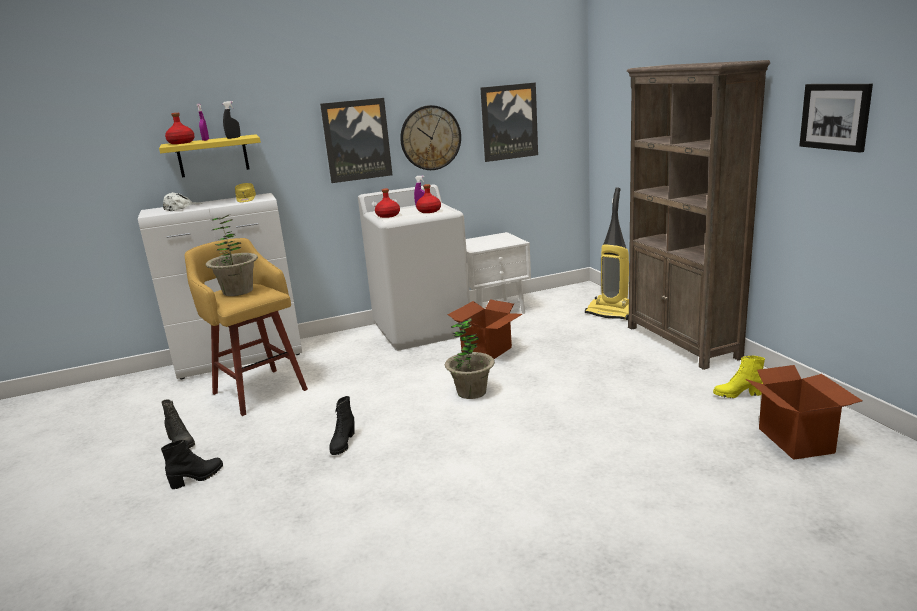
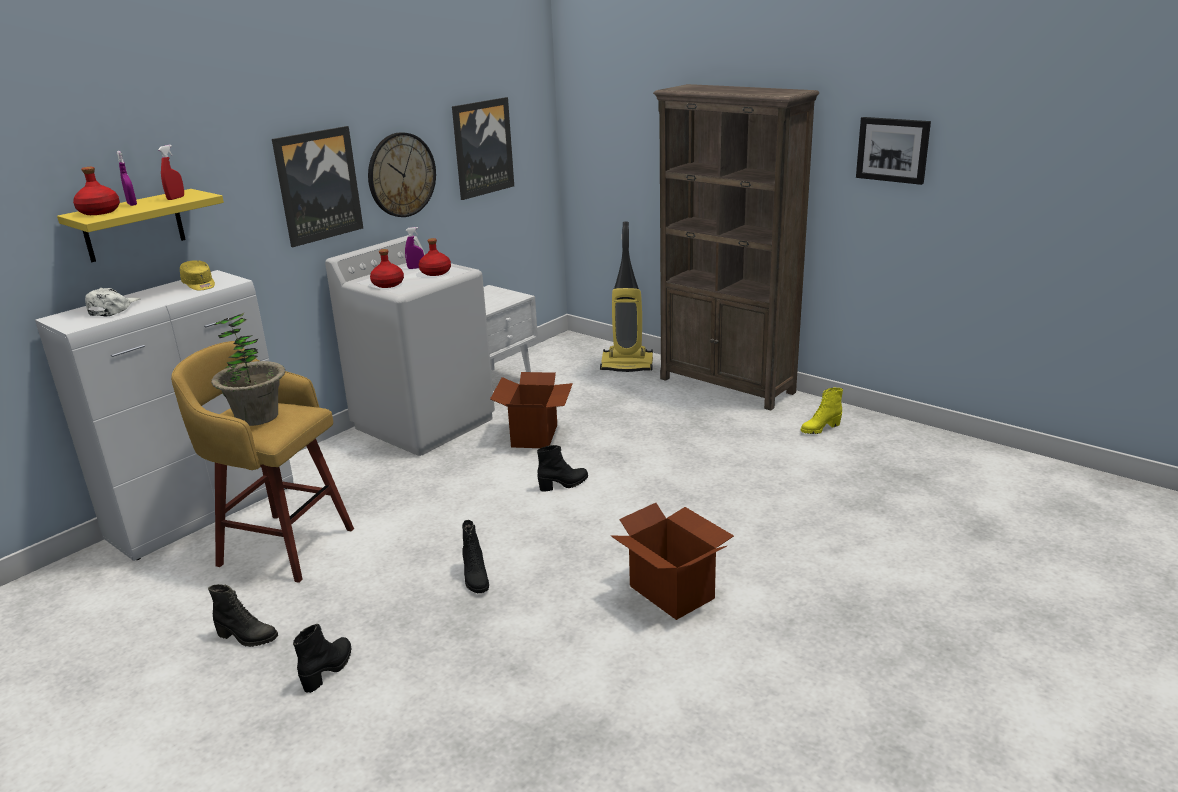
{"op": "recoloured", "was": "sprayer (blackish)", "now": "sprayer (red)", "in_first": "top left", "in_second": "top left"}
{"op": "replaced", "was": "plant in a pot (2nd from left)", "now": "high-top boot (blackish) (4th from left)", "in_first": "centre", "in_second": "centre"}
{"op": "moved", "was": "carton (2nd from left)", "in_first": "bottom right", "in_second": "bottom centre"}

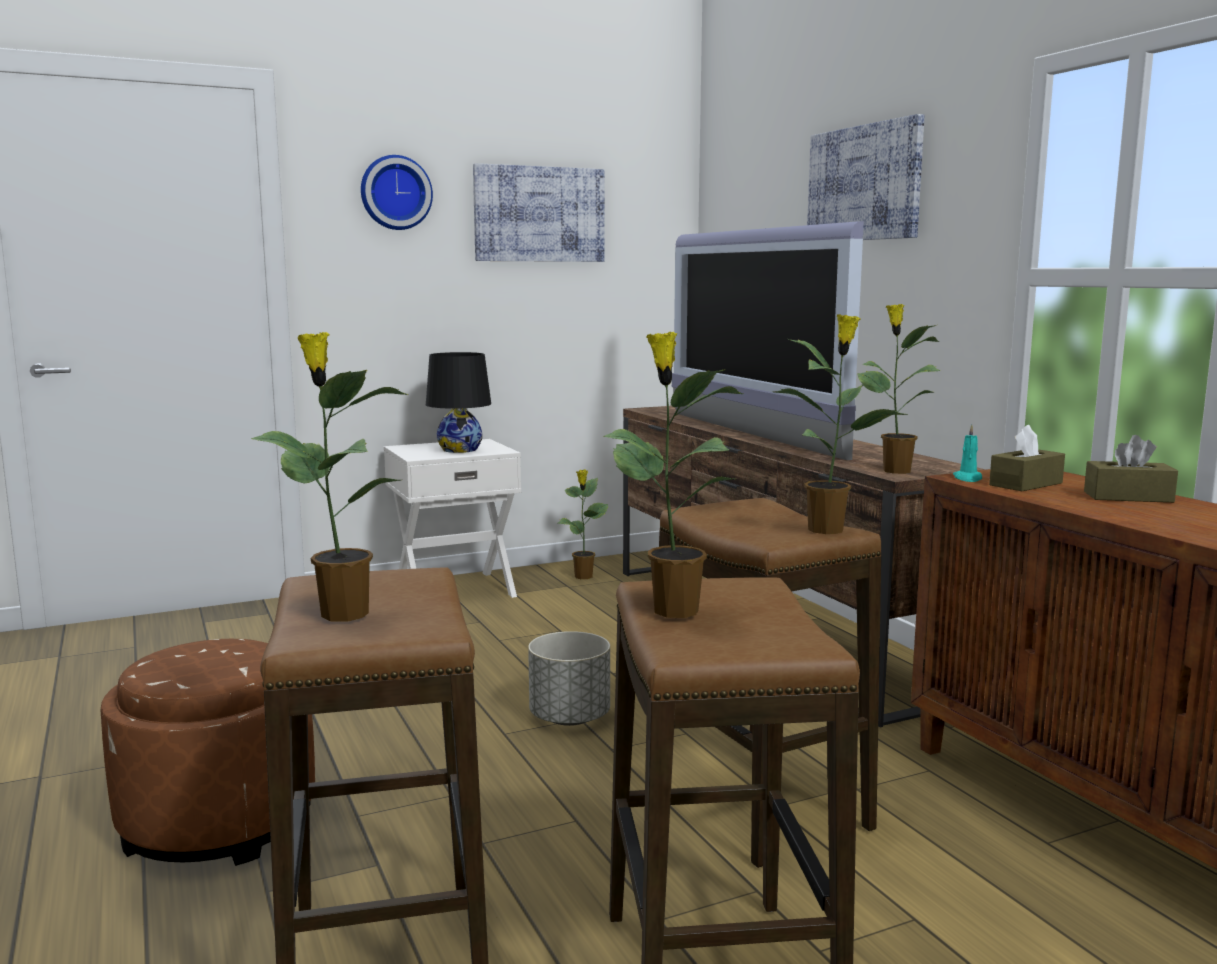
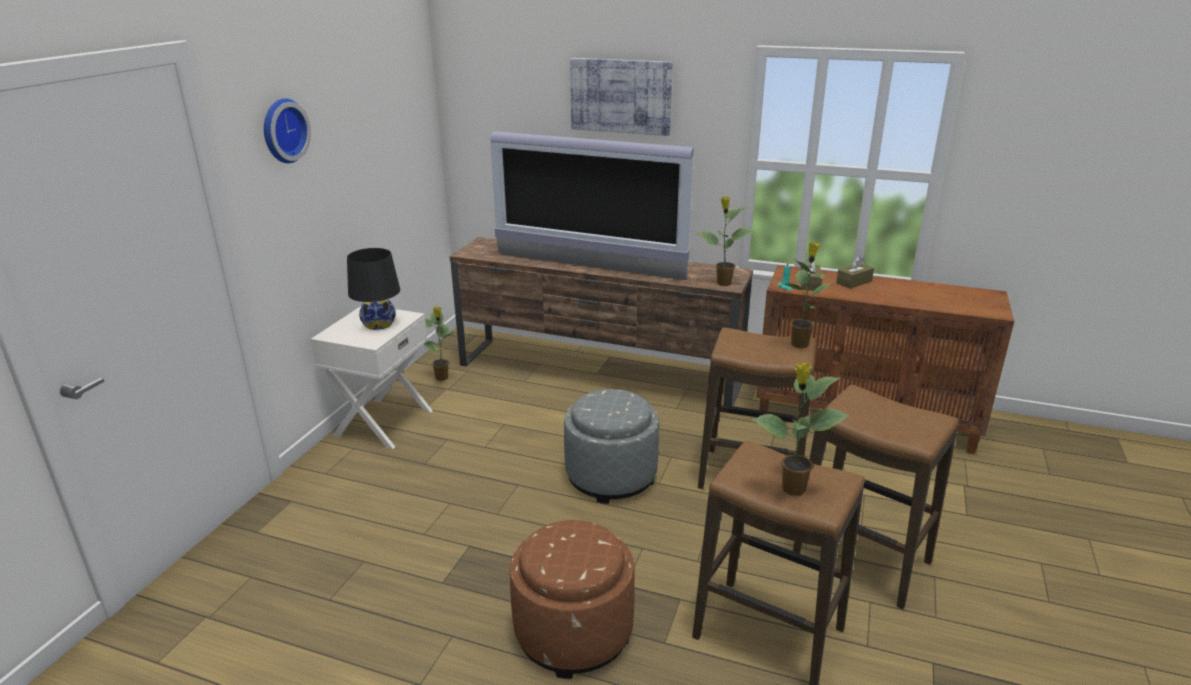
{"op": "removed", "was": "wall art (1st from left)", "in_first": "top centre"}
{"op": "replaced", "was": "flower pot (gray)", "now": "pouffe (gray)", "in_first": "bottom centre", "in_second": "centre"}
{"op": "removed", "was": "plant in a pot (3rd from left)", "in_first": "centre"}

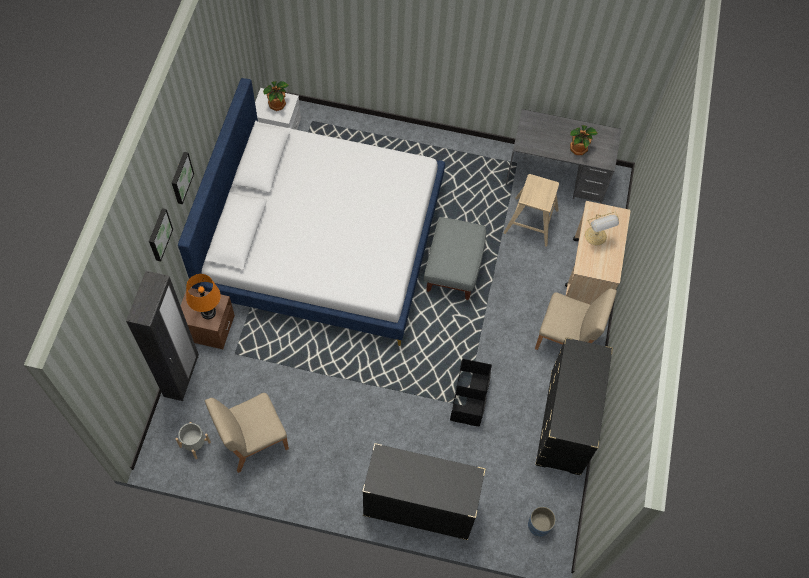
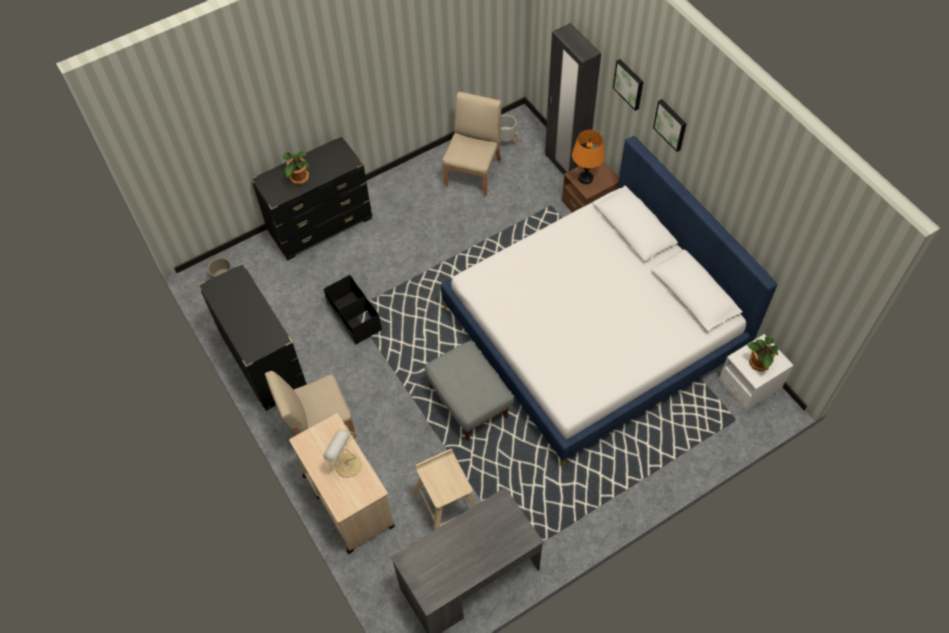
{"op": "moved", "was": "plant in a pot (2nd from left in the first image)", "now": "plant in a pot (1st from left)", "in_first": "top right", "in_second": "top left"}

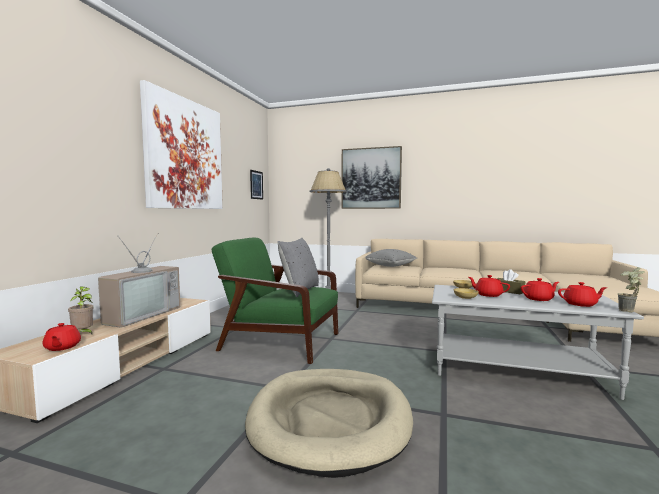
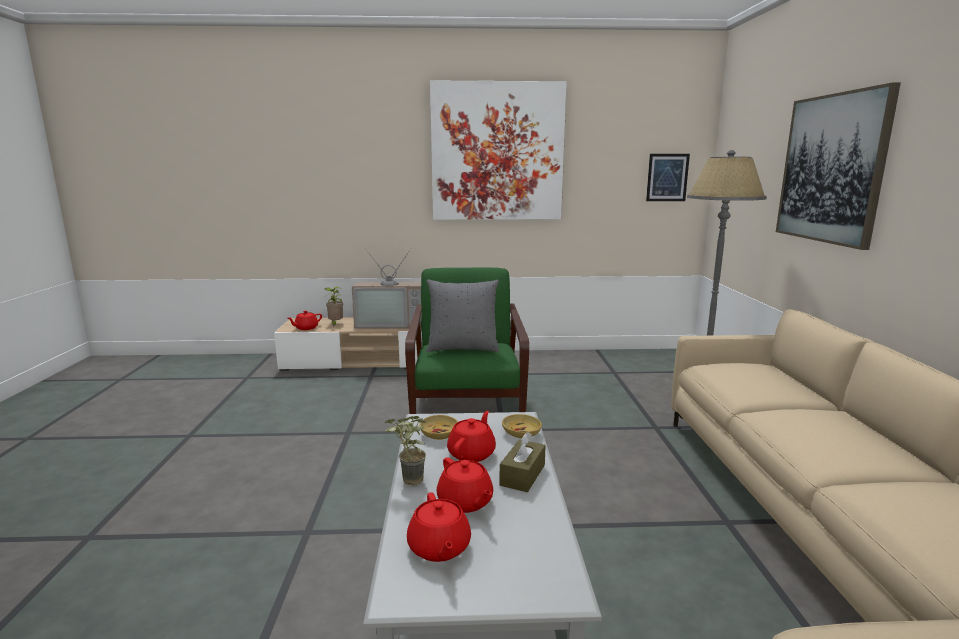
{"op": "removed", "was": "dog bed (beige)", "in_first": "bottom centre"}
{"op": "removed", "was": "cushion (gray) (2nd from left)", "in_first": "centre"}
{"op": "moved", "was": "plant in a pot (2nd from left)", "in_first": "middle right", "in_second": "bottom centre"}

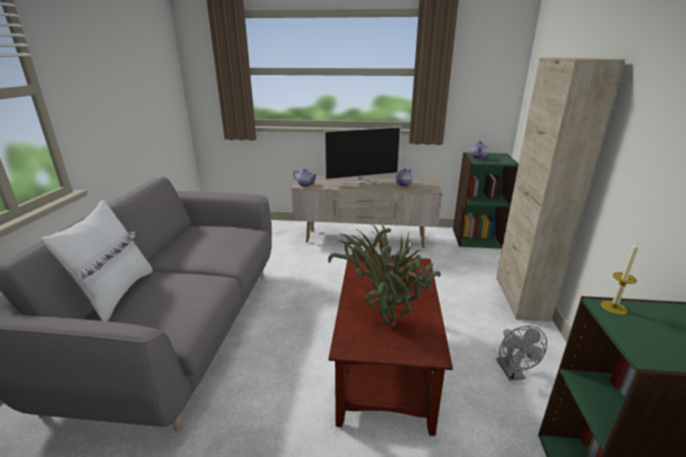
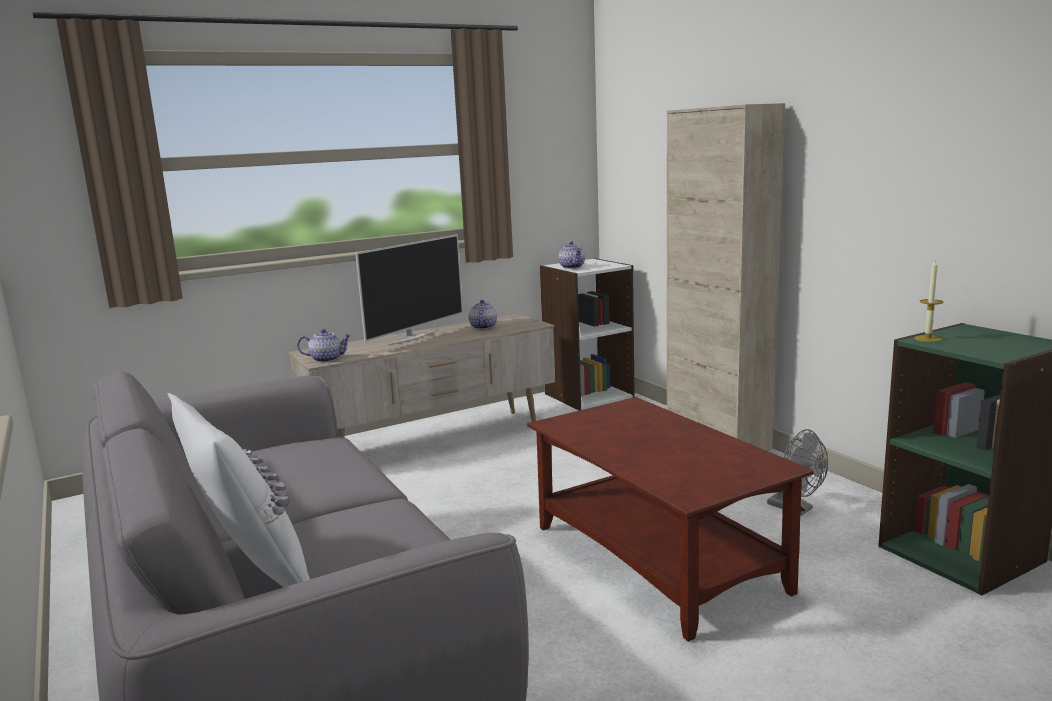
{"op": "removed", "was": "plant in a pot", "in_first": "centre"}
{"op": "recoloured", "was": "bookshelf (green-coloured) (1st from left)", "now": "bookshelf (white-coloured)", "in_first": "middle right", "in_second": "centre"}

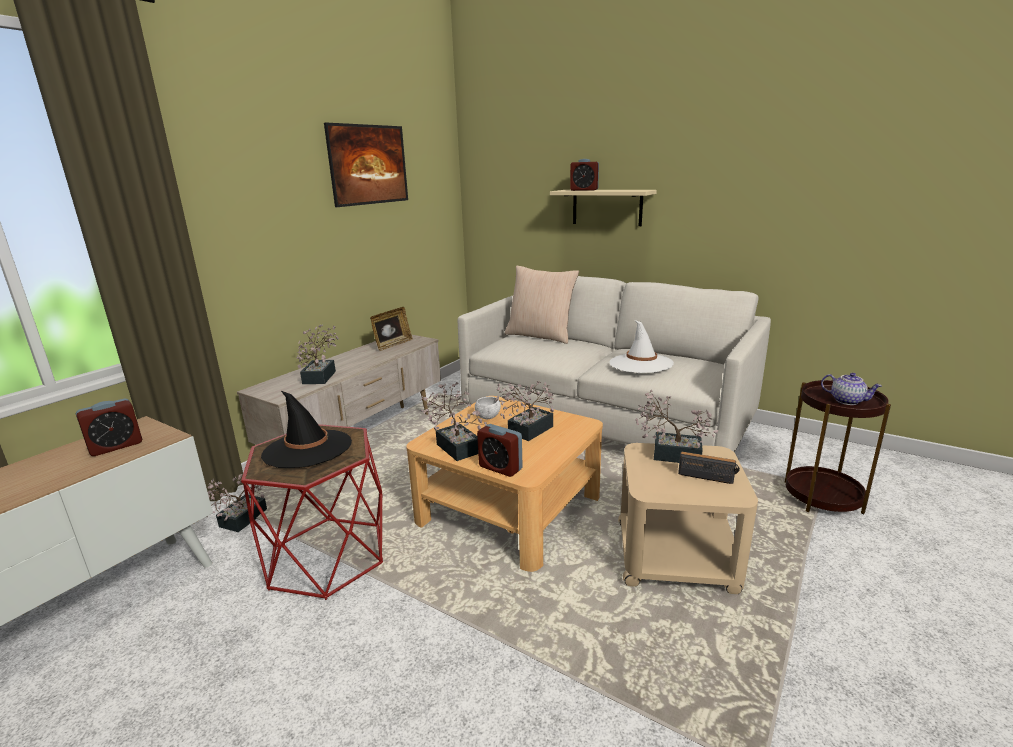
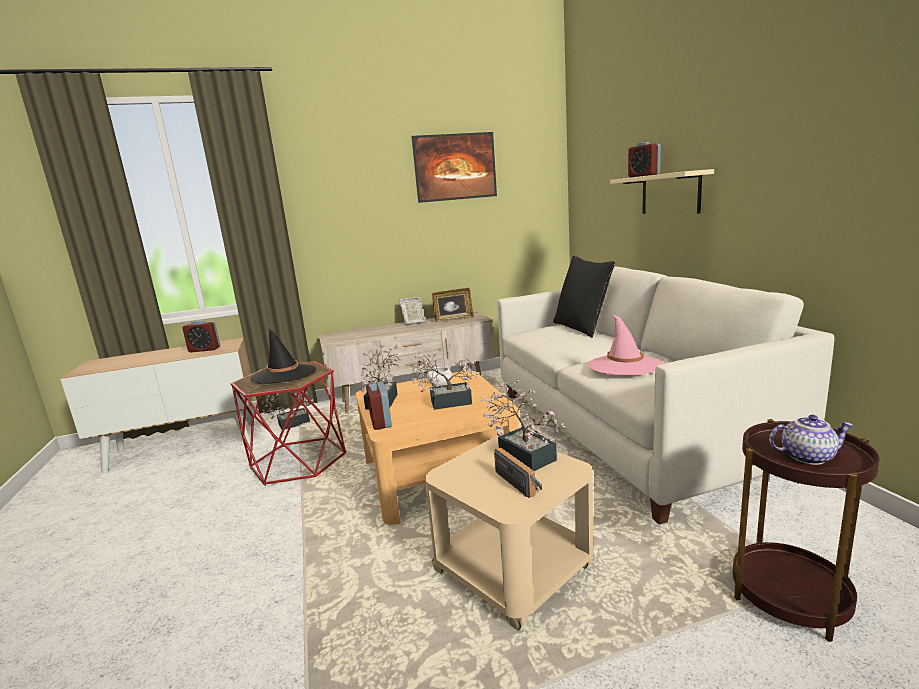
{"op": "removed", "was": "plant in a pot (2nd from left)", "in_first": "middle left"}
{"op": "recoloured", "was": "cushion (beige)", "now": "cushion (blackish)", "in_first": "centre", "in_second": "centre"}
{"op": "recoloured", "was": "wearable hat (white-coloured)", "now": "wearable hat (pink)", "in_first": "centre", "in_second": "middle right"}
{"op": "turned", "was": "teapot", "in_first": "middle right", "in_second": "middle right", "clockwise": -75}
{"op": "added", "now": "standing frame (1st from left)", "in_second": "centre"}

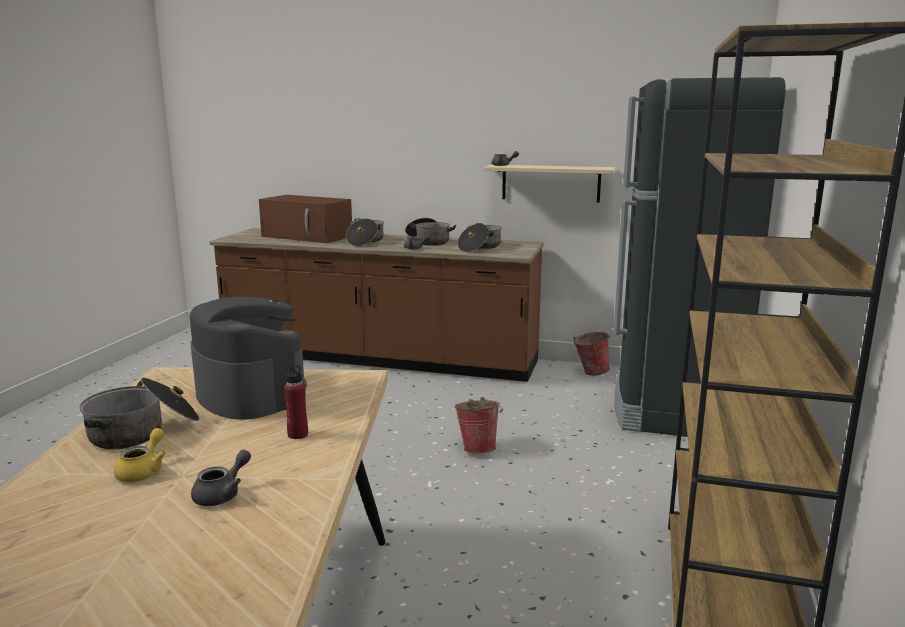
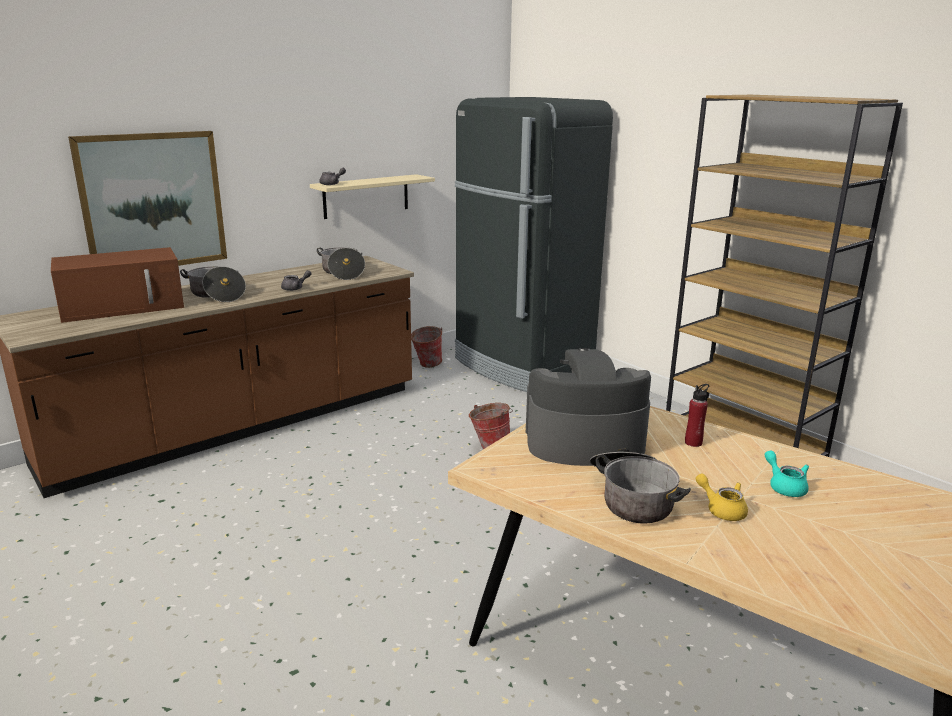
{"op": "recoloured", "was": "teapot (gray) (1st from left)", "now": "teapot (turquoise)", "in_first": "bottom left", "in_second": "middle right"}
{"op": "removed", "was": "cooking pot (3rd from left)", "in_first": "centre"}
{"op": "added", "now": "wall art", "in_second": "top left"}

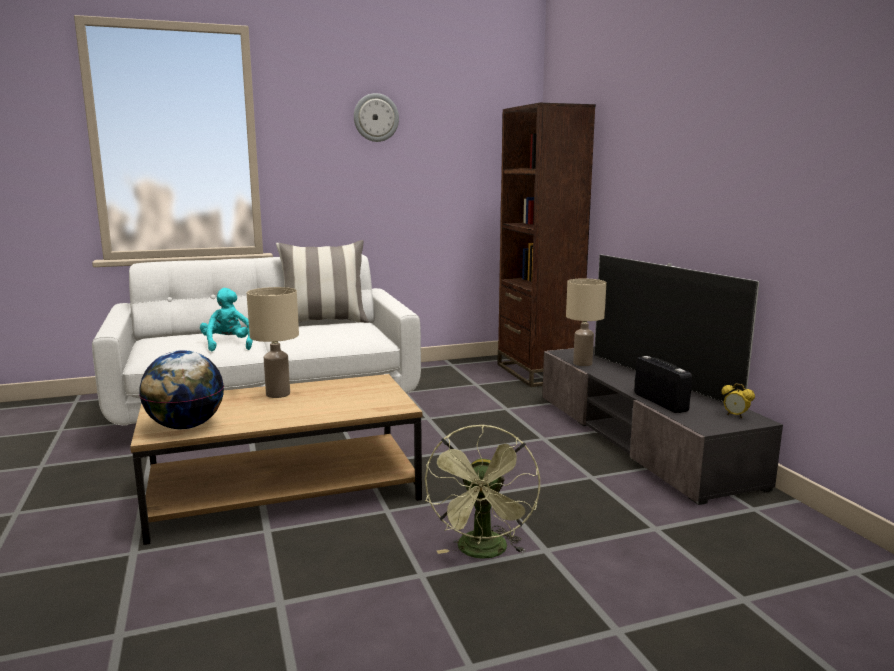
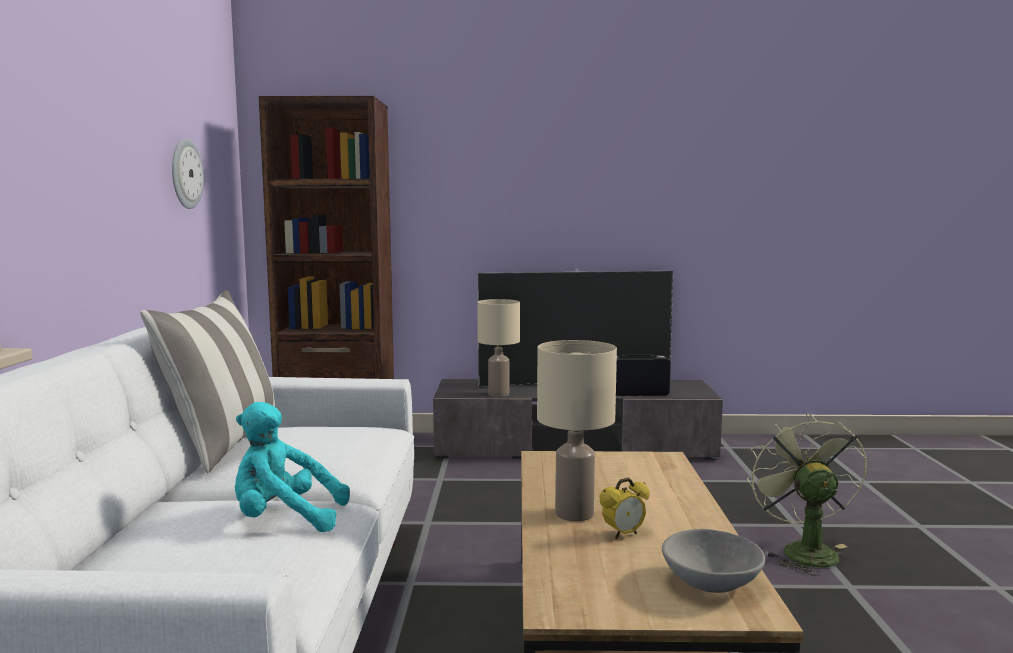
{"op": "replaced", "was": "globe", "now": "bowl (gray)", "in_first": "middle left", "in_second": "bottom right"}
{"op": "moved", "was": "wall clock", "in_first": "top centre", "in_second": "top left"}
{"op": "turned", "was": "fan (green-coloured)", "in_first": "bottom centre", "in_second": "bottom right", "clockwise": -120}
{"op": "moved", "was": "table clock", "in_first": "middle right", "in_second": "bottom centre"}

